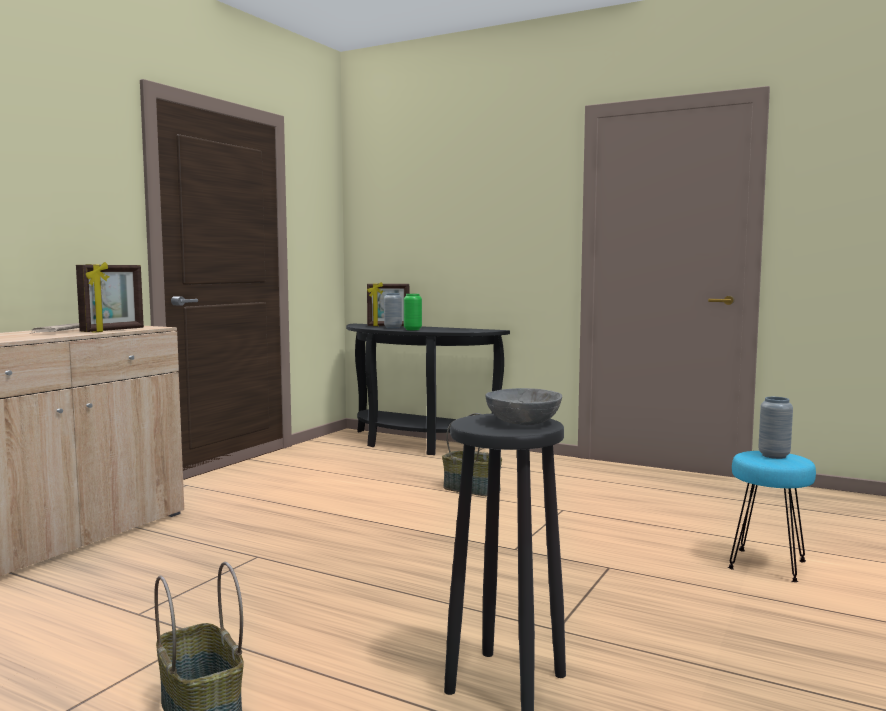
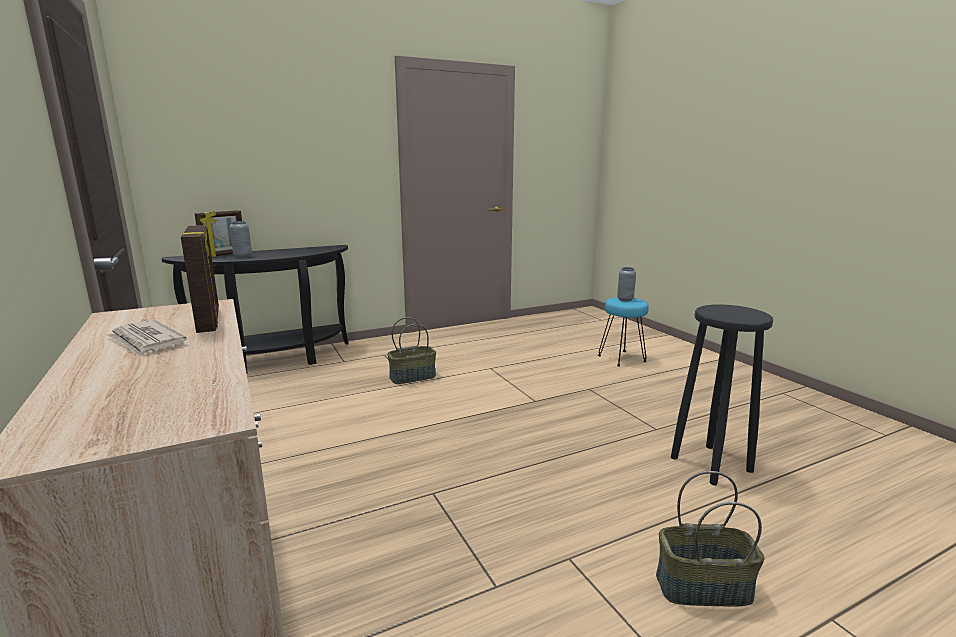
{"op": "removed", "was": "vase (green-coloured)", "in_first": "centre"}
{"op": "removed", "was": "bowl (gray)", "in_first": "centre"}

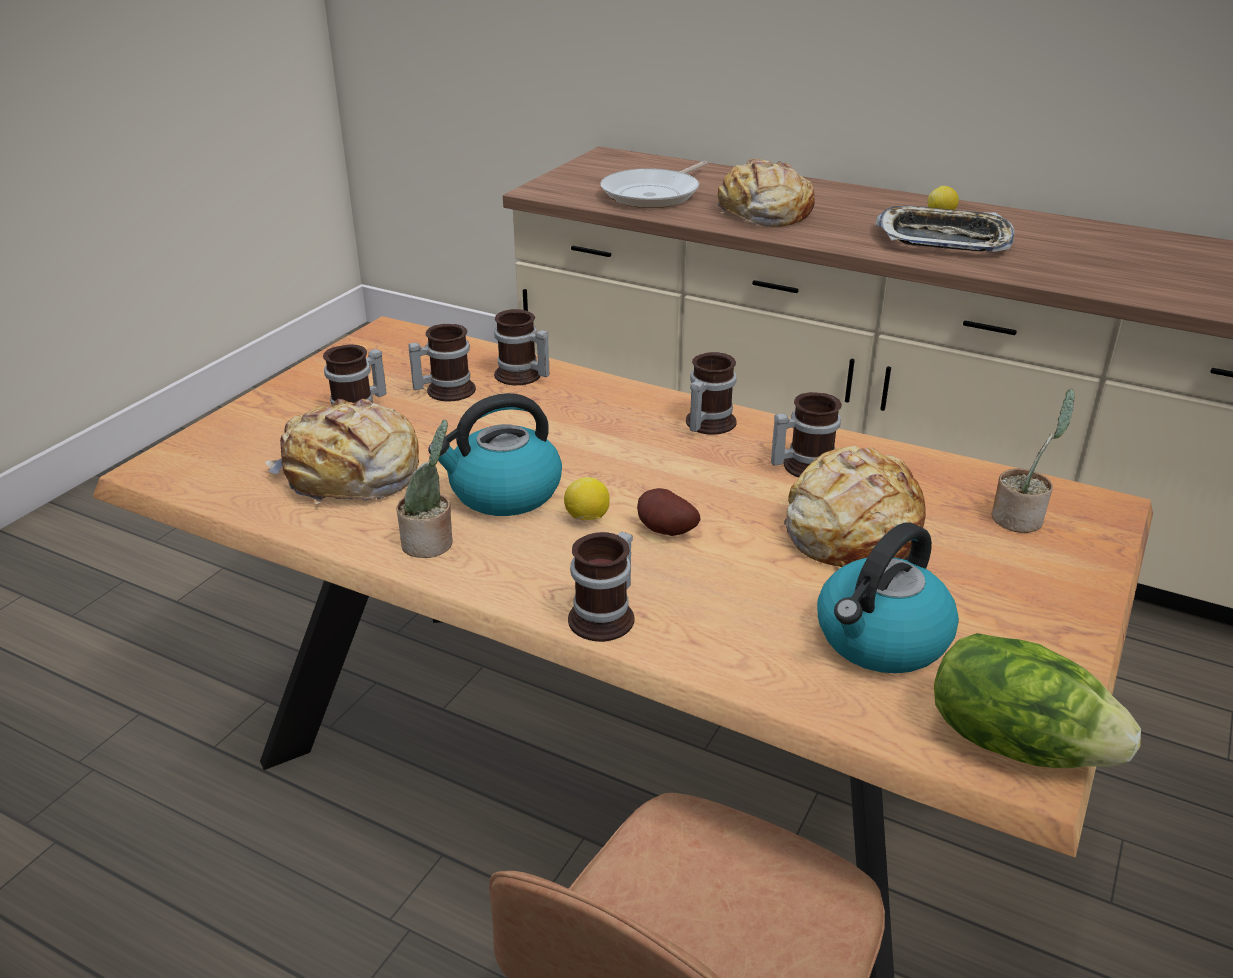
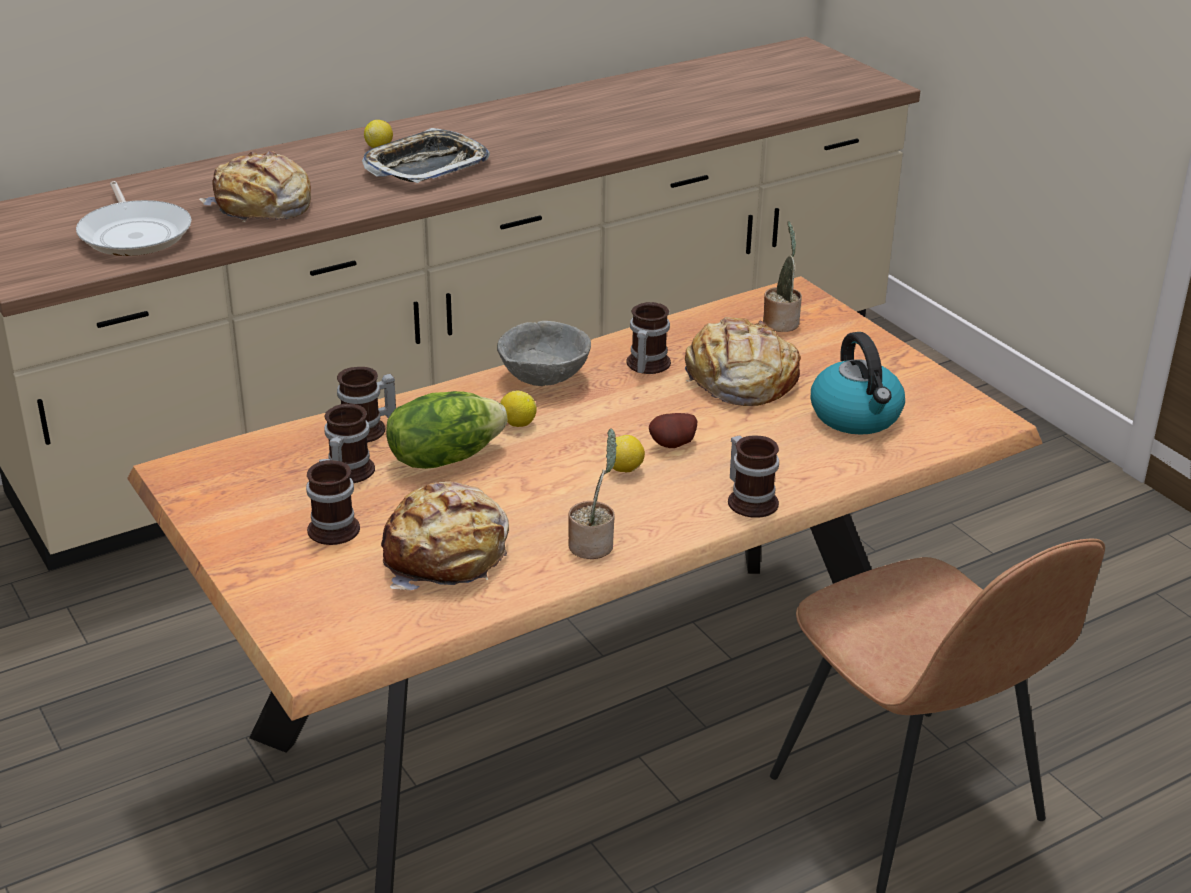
{"op": "removed", "was": "tea kettle (1st from left)", "in_first": "centre"}
{"op": "replaced", "was": "tea mug (5th from left)", "now": "bowl (gray)", "in_first": "centre", "in_second": "centre"}
{"op": "moved", "was": "lettuce head", "in_first": "bottom right", "in_second": "centre"}
{"op": "added", "now": "whole lemon (2nd from left)", "in_second": "centre"}

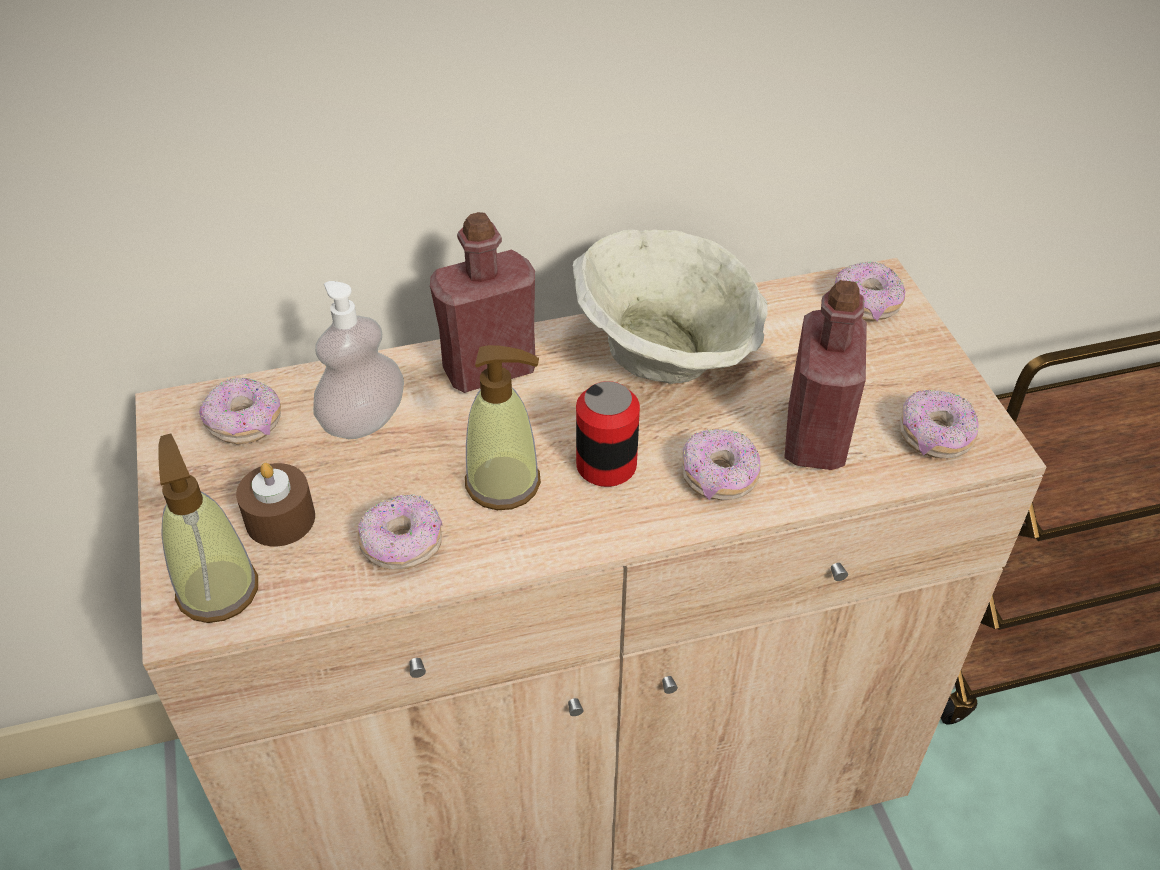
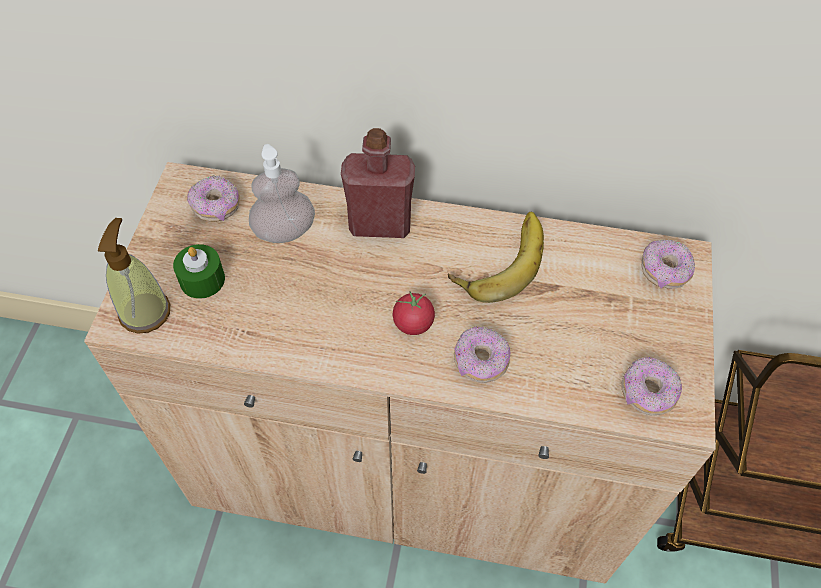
{"op": "recoloured", "was": "wax light (brown)", "now": "wax light (green-coloured)", "in_first": "middle left", "in_second": "middle left"}
{"op": "removed", "was": "donut (2nd from left)", "in_first": "centre"}
{"op": "removed", "was": "liquid soap bottle (3rd from left)", "in_first": "centre"}
{"op": "replaced", "was": "bowl (beige)", "now": "banana", "in_first": "centre", "in_second": "centre"}
{"op": "replaced", "was": "can", "now": "tomato", "in_first": "centre", "in_second": "centre"}
{"op": "removed", "was": "bottle (red) (2nd from left)", "in_first": "middle right"}

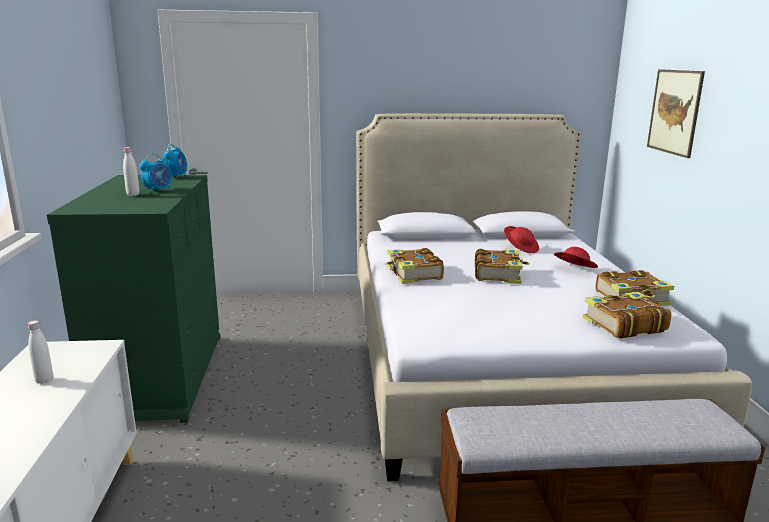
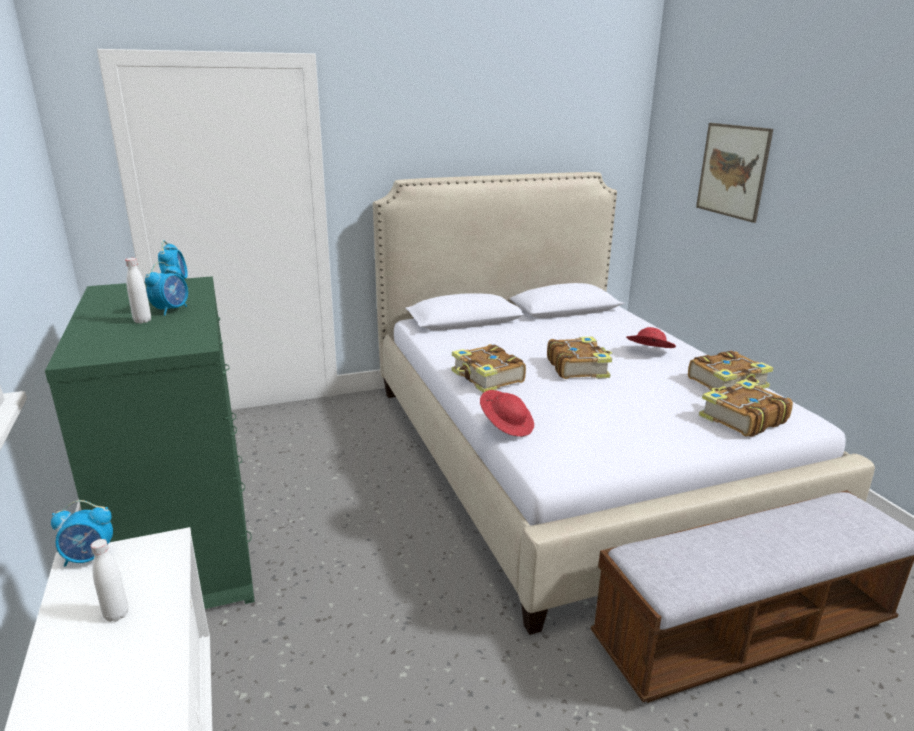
{"op": "moved", "was": "wearable hat (red) (1st from left)", "in_first": "middle right", "in_second": "centre"}
{"op": "added", "now": "table clock (1st from left)", "in_second": "bottom left"}

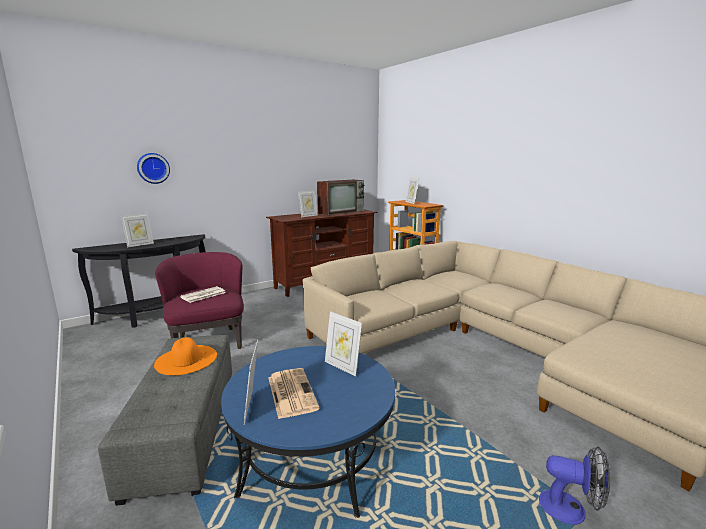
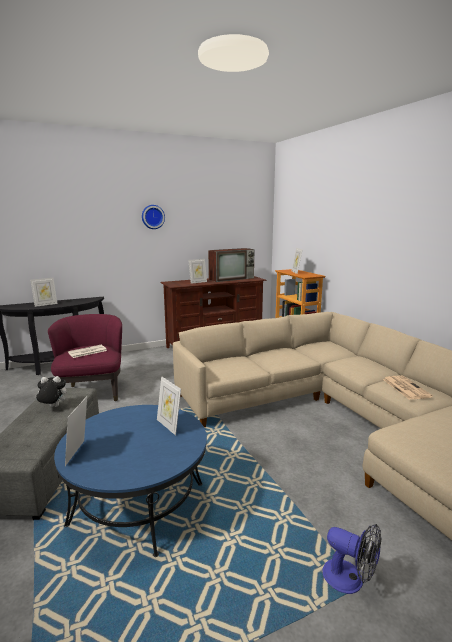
{"op": "moved", "was": "wall clock", "in_first": "top left", "in_second": "centre"}
{"op": "replaced", "was": "wearable hat (orange)", "now": "cuddly toy", "in_first": "bottom left", "in_second": "middle left"}
{"op": "moved", "was": "newspaper (2nd from left)", "in_first": "bottom centre", "in_second": "middle right"}

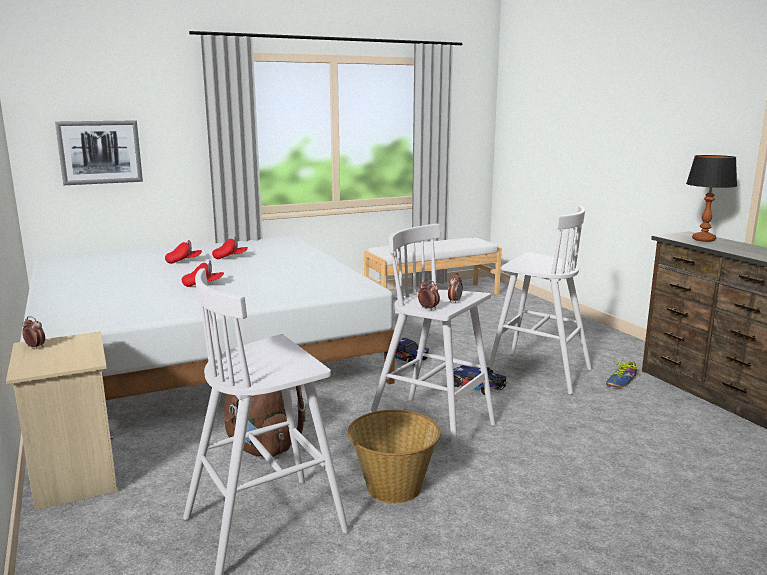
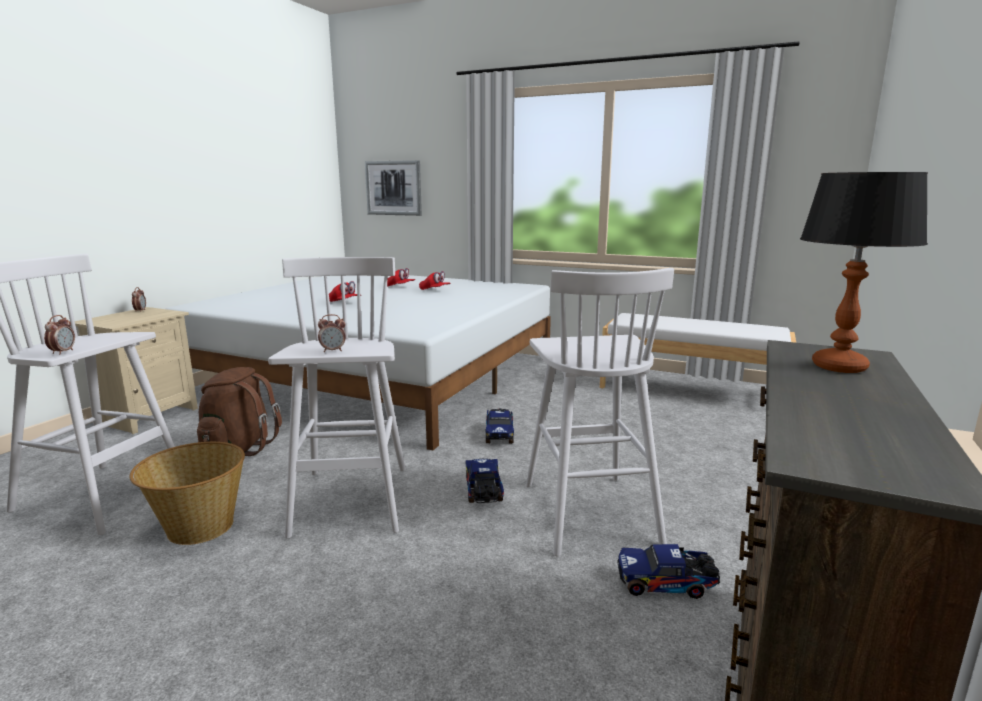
{"op": "moved", "was": "table clock (2nd from left in the first image)", "now": "table clock (1st from left)", "in_first": "centre", "in_second": "middle left"}
{"op": "replaced", "was": "shoe", "now": "toy lorry (3rd from left)", "in_first": "middle right", "in_second": "bottom right"}

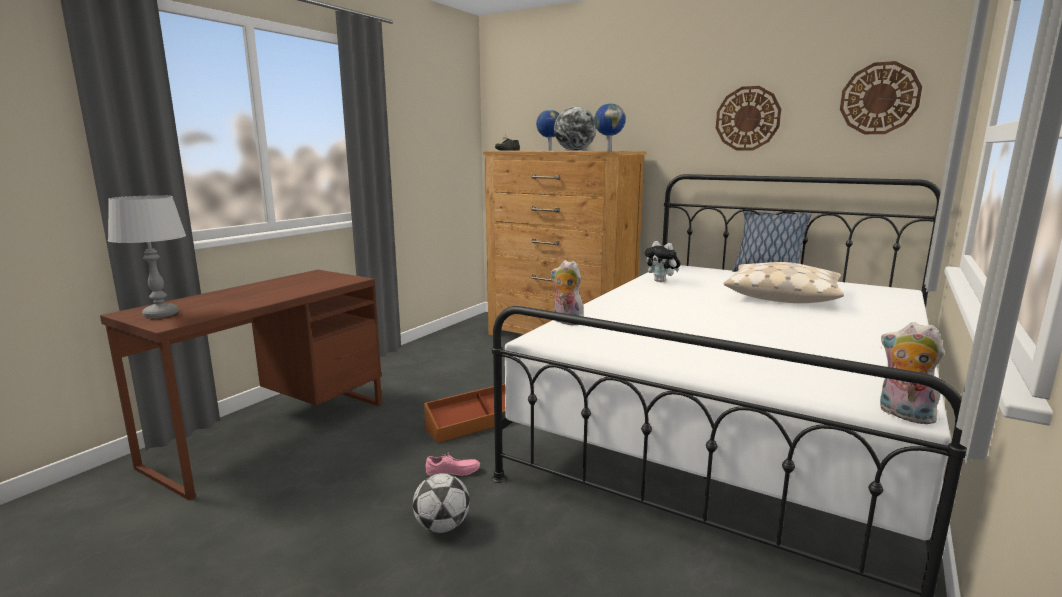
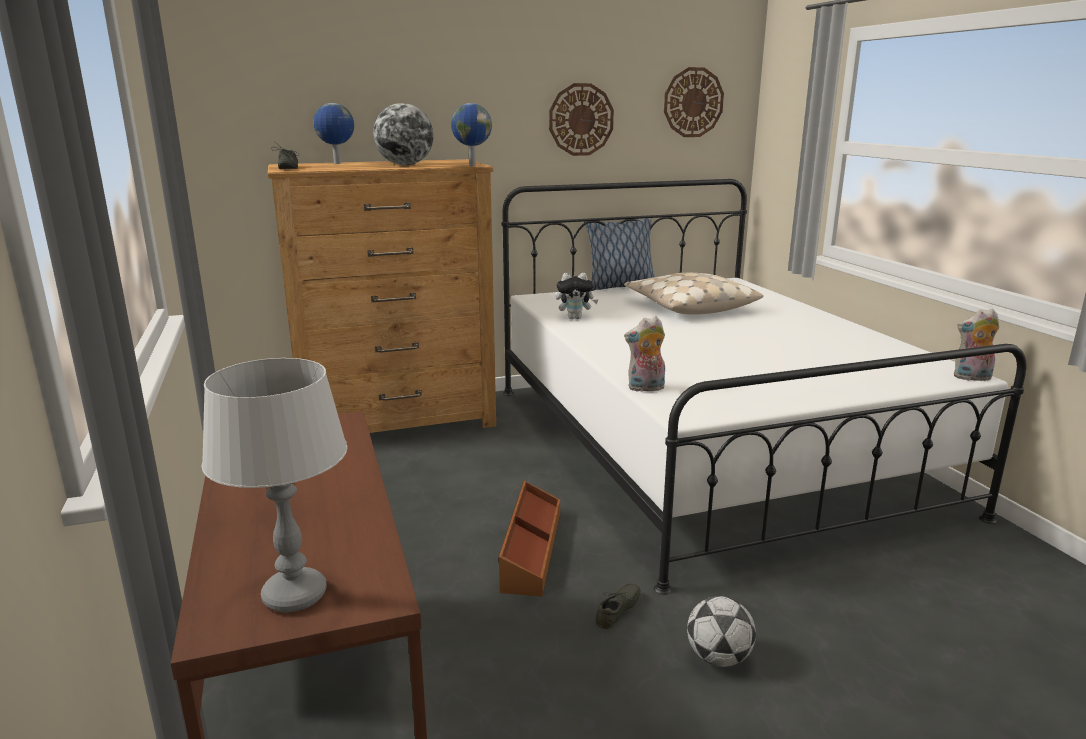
{"op": "recoloured", "was": "shoe (pink)", "now": "shoe (gray) (2nd from left)", "in_first": "bottom centre", "in_second": "bottom centre"}

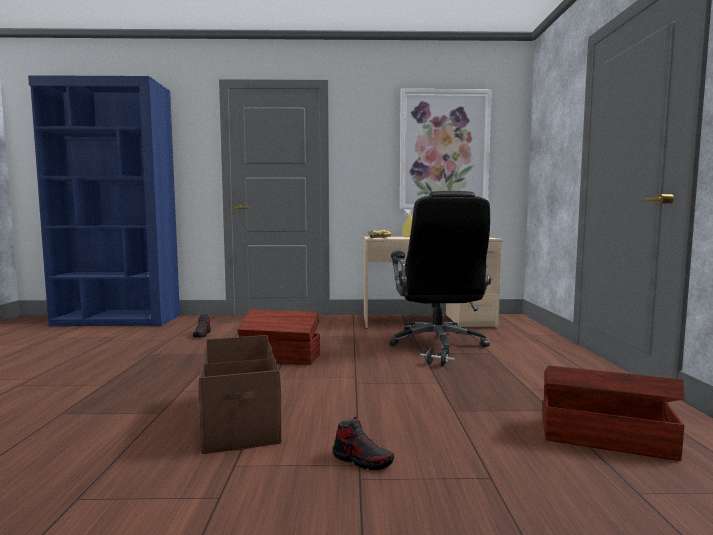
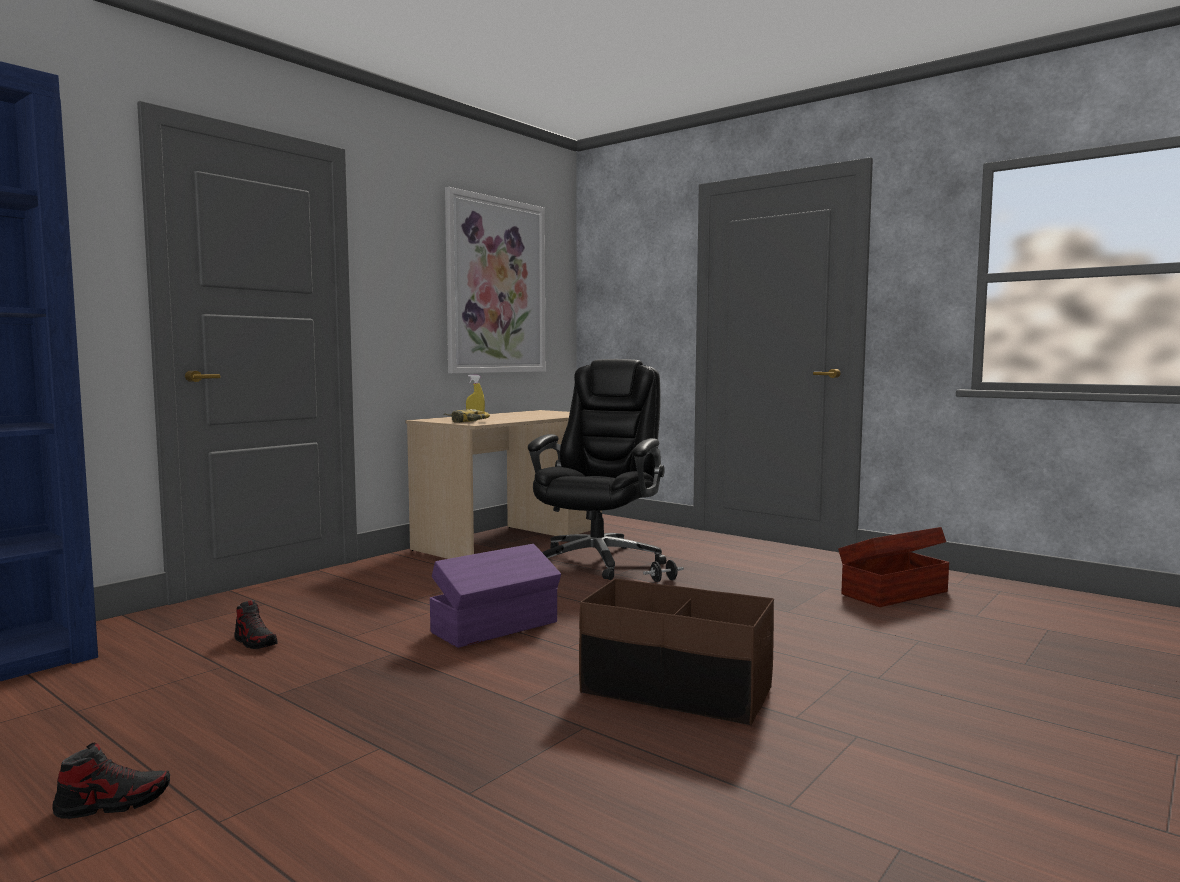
{"op": "recoloured", "was": "storage container (brown) (2nd from left)", "now": "storage container (purple-coloured)", "in_first": "centre", "in_second": "bottom centre"}
{"op": "moved", "was": "shoe (2nd from left in the first image)", "now": "shoe (1st from left)", "in_first": "bottom centre", "in_second": "bottom left"}
{"op": "turned", "was": "desk chair (blackish)", "in_first": "centre", "in_second": "centre", "clockwise": -105}

